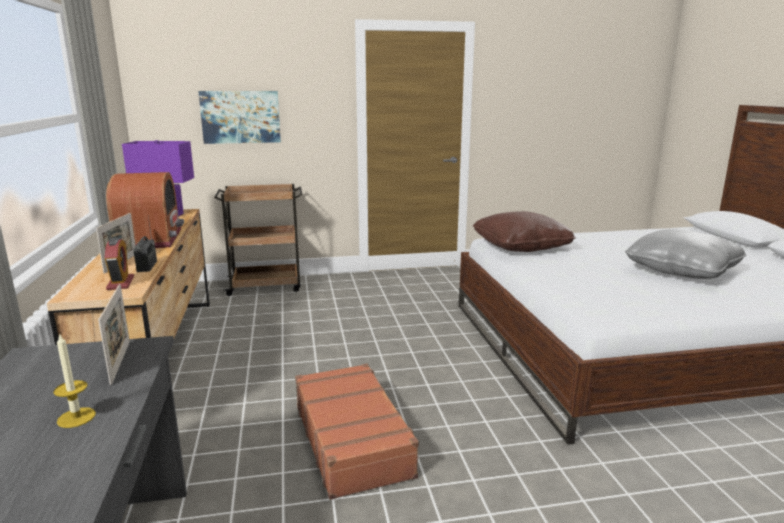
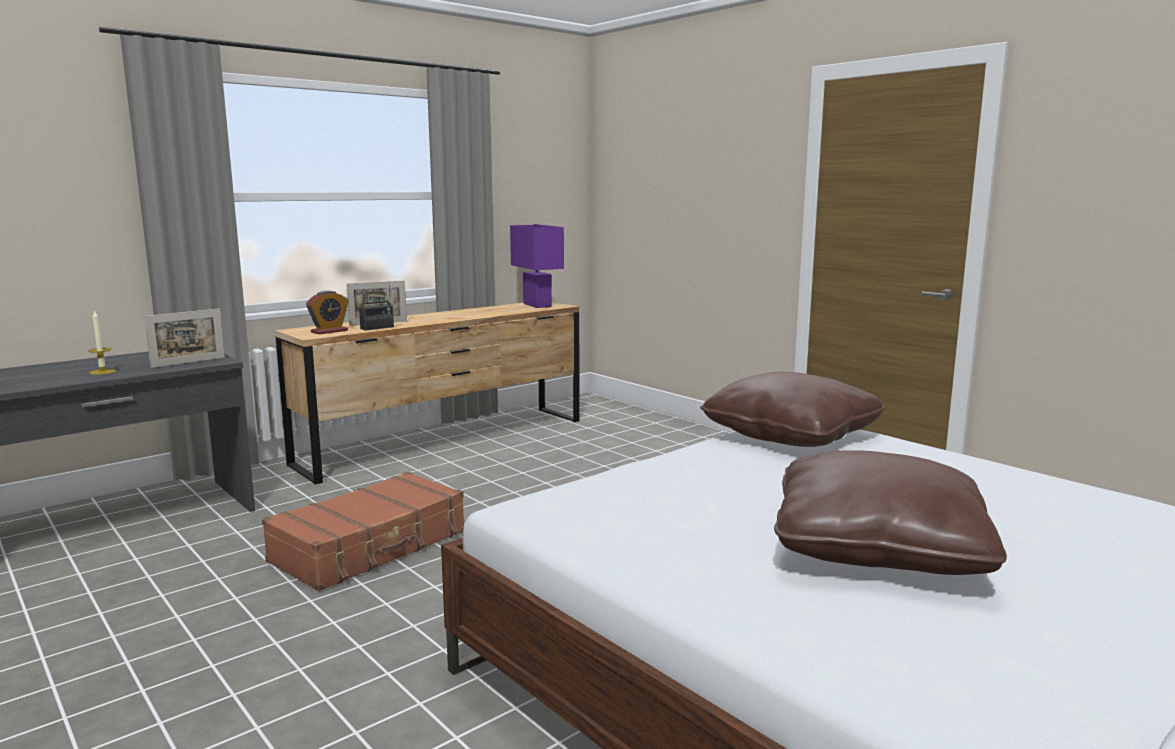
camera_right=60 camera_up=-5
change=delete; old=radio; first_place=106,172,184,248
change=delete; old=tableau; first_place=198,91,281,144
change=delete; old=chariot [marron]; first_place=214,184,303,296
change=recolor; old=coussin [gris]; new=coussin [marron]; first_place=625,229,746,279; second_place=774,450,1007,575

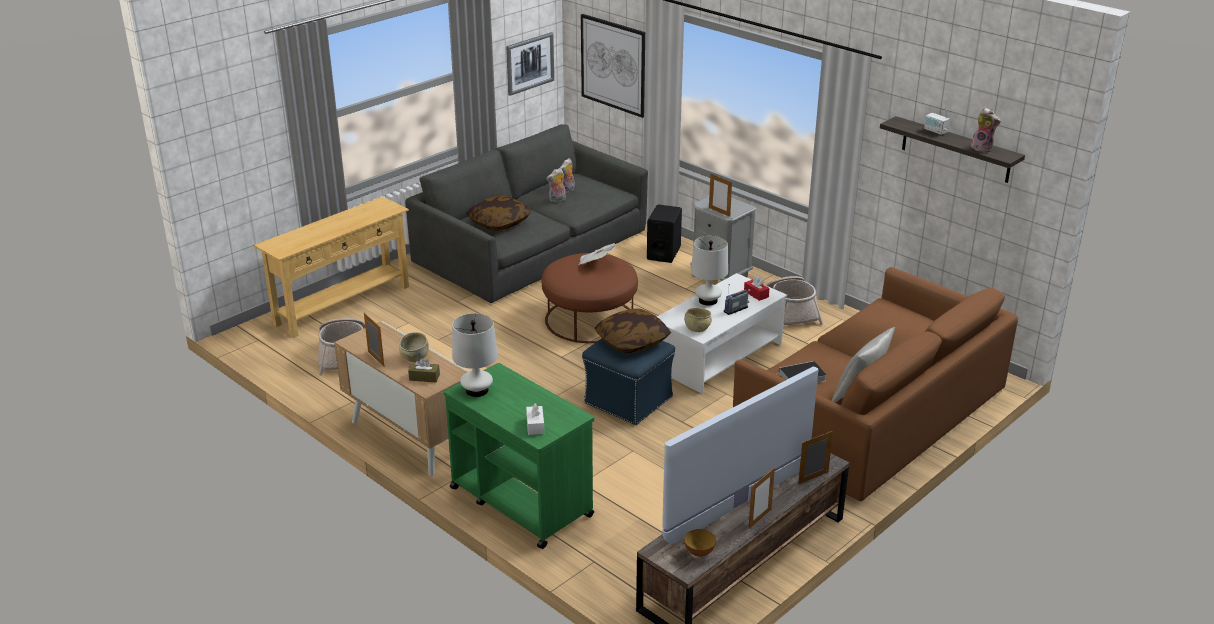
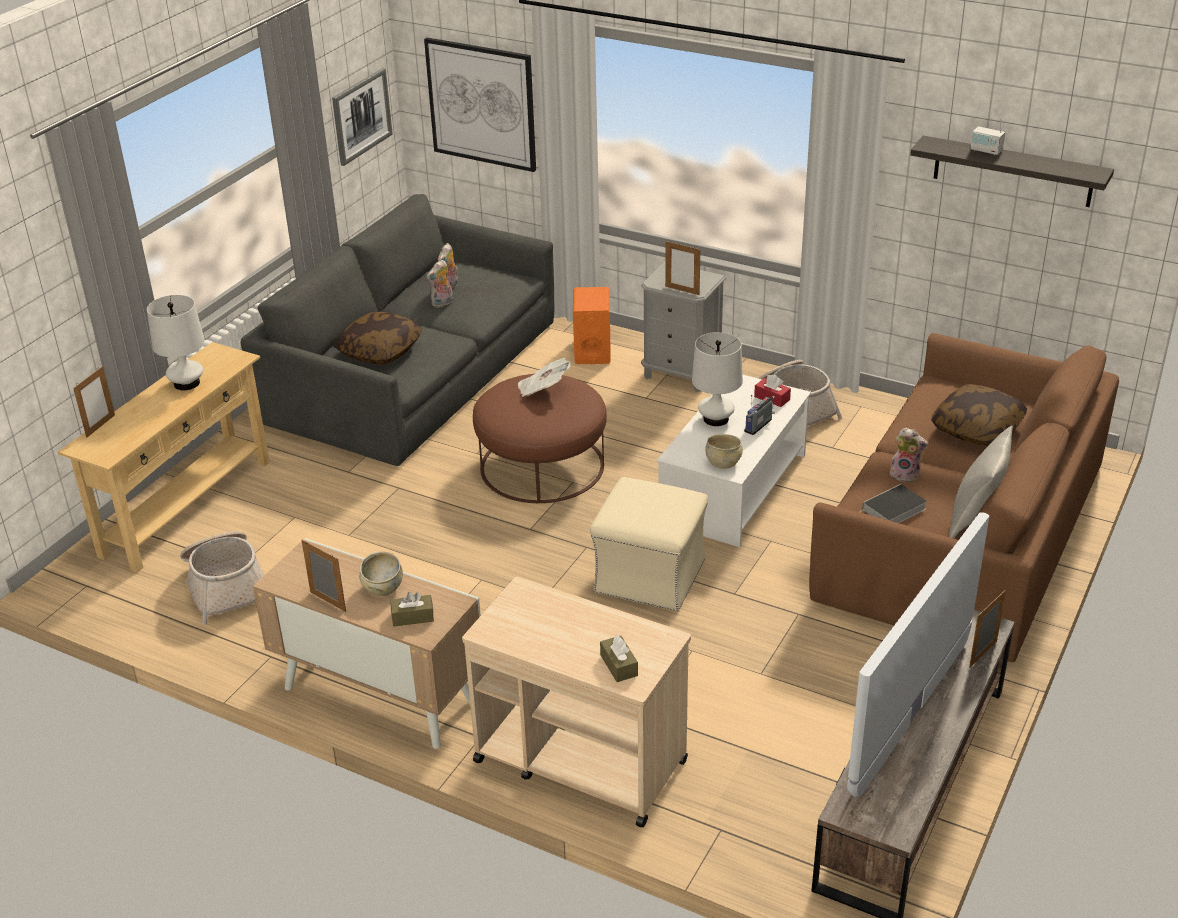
camera_right=-15 camera_up=5
change=recolor; old=chariot [vert]; new=chariot [beige]; first_place=444,363,594,549; second_place=462,576,691,827
change=move; old=lampe de table [blanc]; first_place=452,313,498,397; second_place=147,295,205,390
change=recolor; old=boîte à mouchoirs [blanc]; new=boîte à mouchoirs [marron]; first_place=526,403,544,435; second_place=600,635,638,682
change=recolor; old=pouf [bleu]; new=pouf [beige]; first_place=582,338,675,425; second_place=590,477,708,612
change=move; old=coussin; first_place=595,308,671,353; second_place=931,384,1027,446
change=recolor; old=enceinte [noir]; new=enceinte [orange]; first_place=647,204,682,263; second_place=573,287,611,364
change=delete; old=bol; first_place=684,529,716,557
change=move; old=cadre photo; first_place=748,467,775,529; second_place=73,366,115,438
change=move; old=peluche; first_place=971,107,1001,152; second_place=890,428,928,482

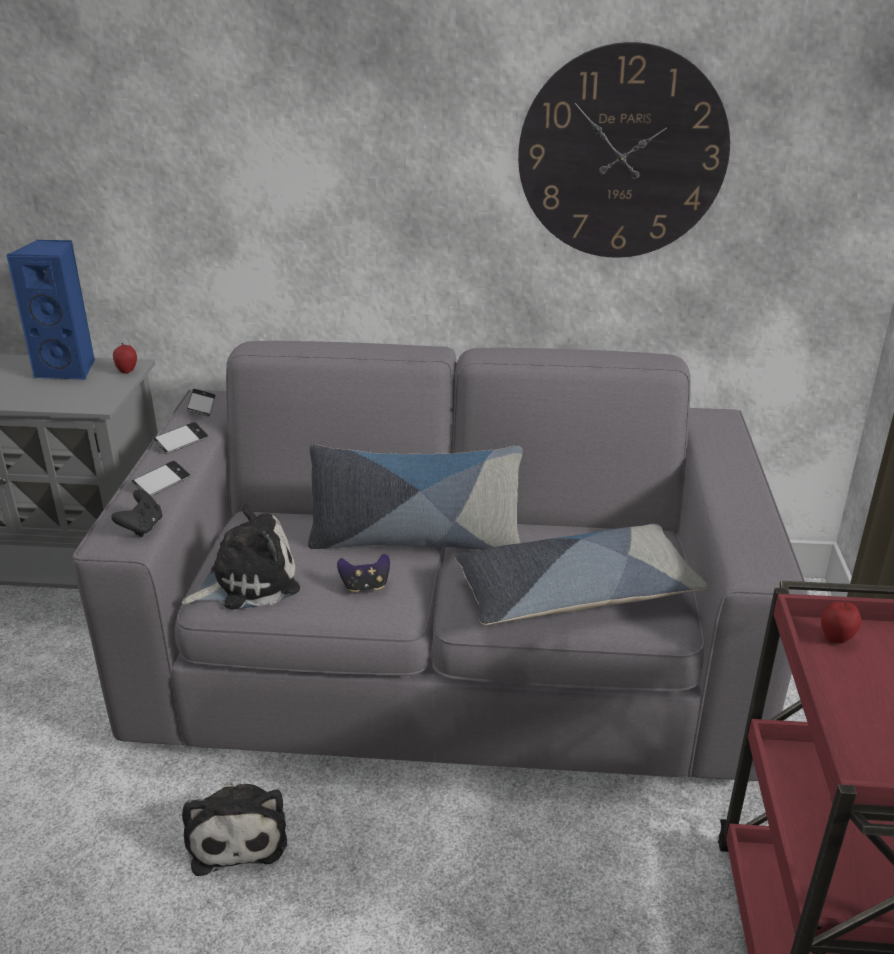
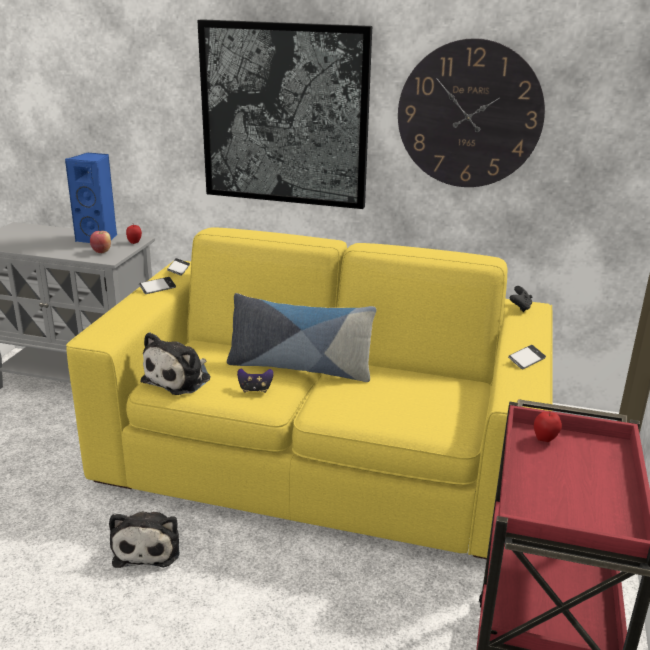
camera_right=10 camera_up=-5
change=recolor; old=canapé [gris]; new=canapé [jaune]; first_place=72,341,808,781; second_place=66,227,552,559
change=move; old=manette [noir]; first_place=111,490,162,537; second_place=510,286,532,312
change=move; old=téléphone; first_place=131,461,190,496; second_place=508,345,546,369
change=rotate; old=peluche; first_place=182,504,300,610; second_place=140,332,211,395; degrees=135
change=delete; old=coussin; first_place=455,524,708,625
change=insert; new=pomme; second_place=90,231,111,253
change=insert; new=tableau; second_place=197,19,372,209

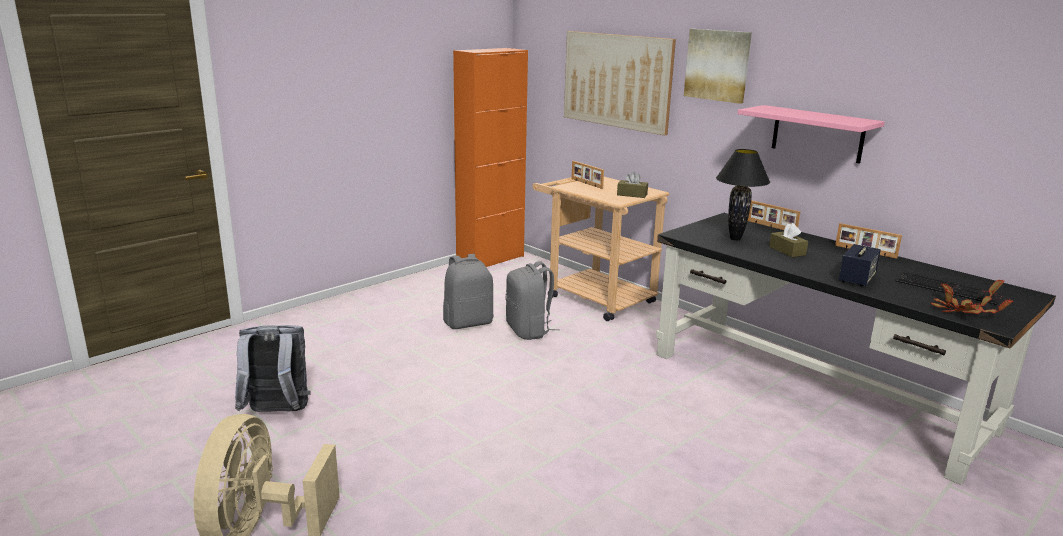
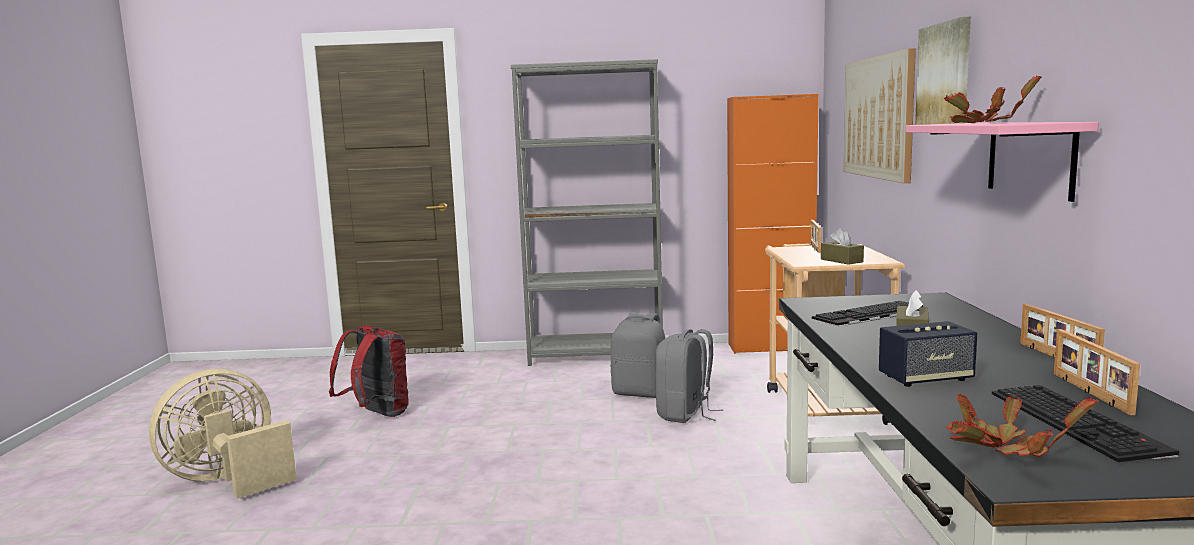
camera_right=45 camera_up=-10
change=recolor; old=sac à dos [gris]; new=sac à dos [rouge]; first_place=235,325,311,412; second_place=329,325,409,417
change=replace; old=lampe de table [noir]; new=clavier; first_place=716,149,770,240; second_place=812,301,923,327
change=move; old=cadre photo; first_place=748,200,800,230; second_place=1054,329,1140,415
change=insert; new=bibliothèque [gris]; second_place=511,59,663,366
change=insert; new=plante en pot; second_place=944,75,1042,123

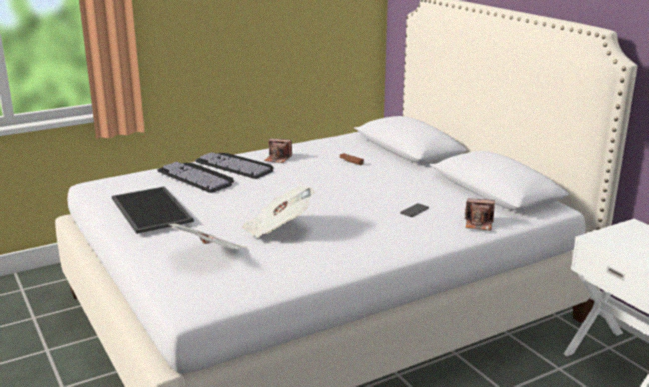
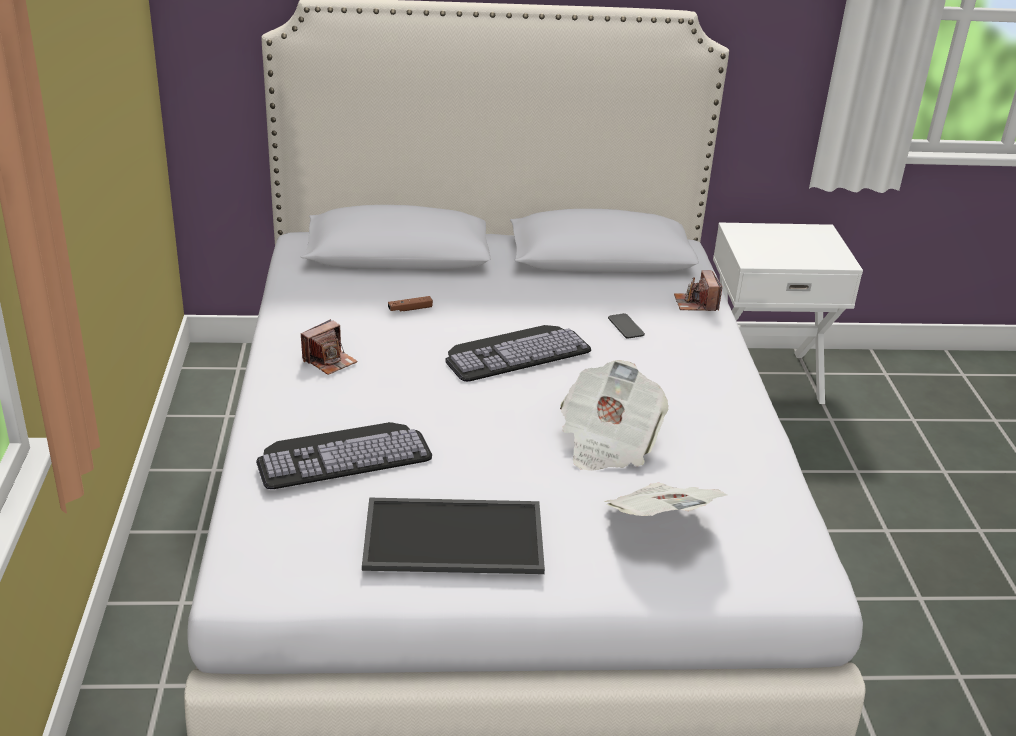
camera_right=-65 camera_up=10
change=move; old=clavier; first_place=195,152,274,179; second_place=445,325,591,382
change=rotate; old=appareil photo; first_place=465,199,495,231; second_place=674,270,722,311; degrees=135

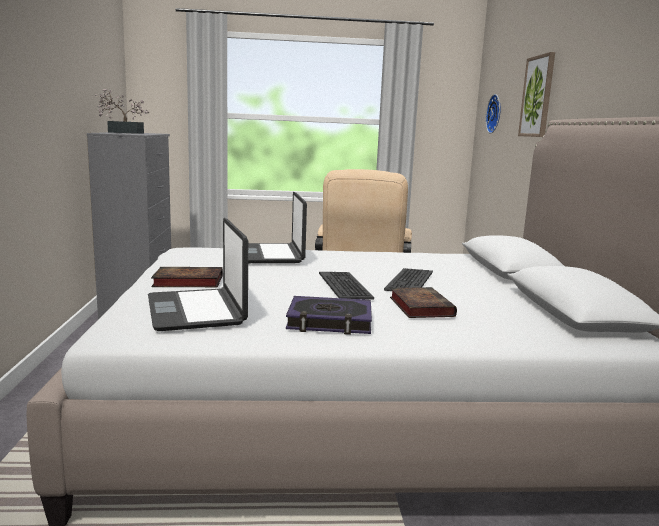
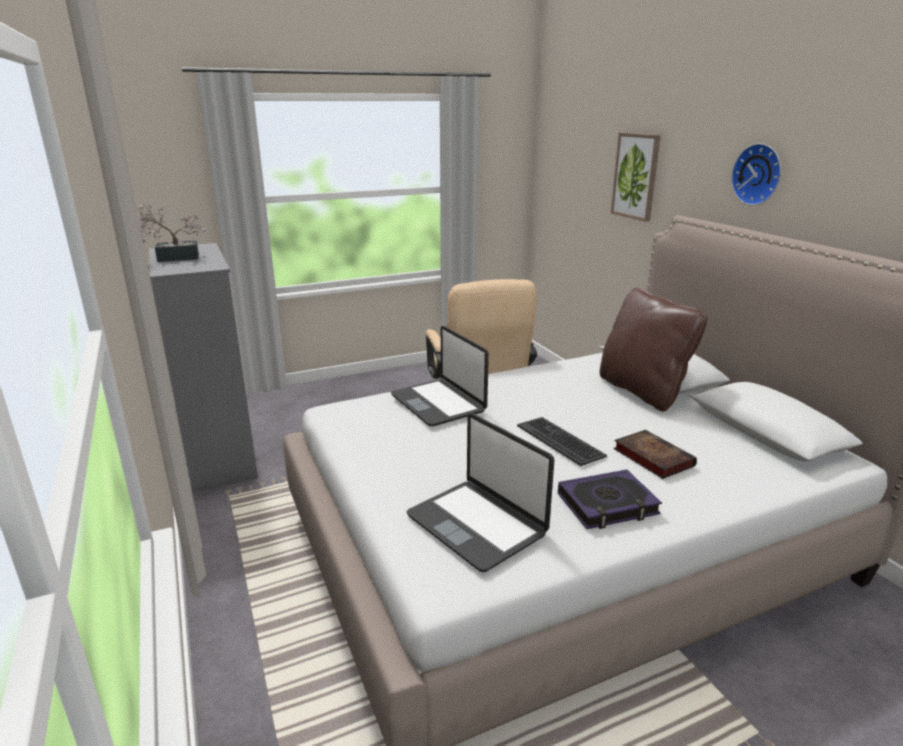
camera_right=-20 camera_up=10
change=delete; old=livre; first_place=151,267,223,287
change=delete; old=clavier; first_place=384,268,433,291
change=move; old=horloge murale; first_place=486,94,501,134; second_place=731,143,781,206
change=insert; new=coussin [marron]; second_place=600,287,707,411

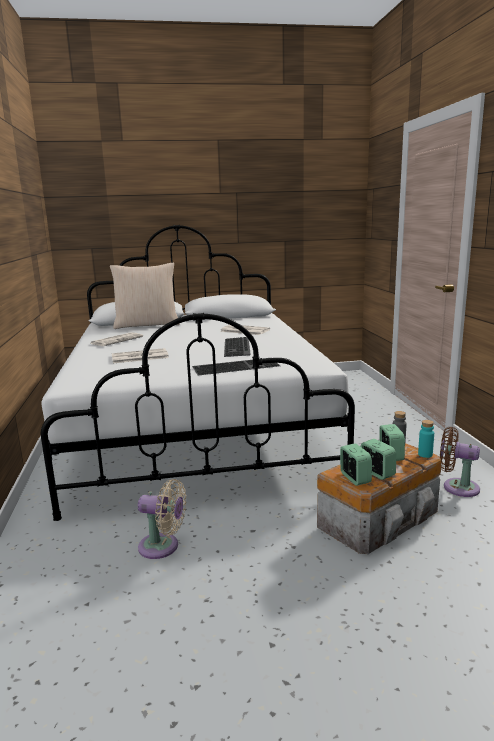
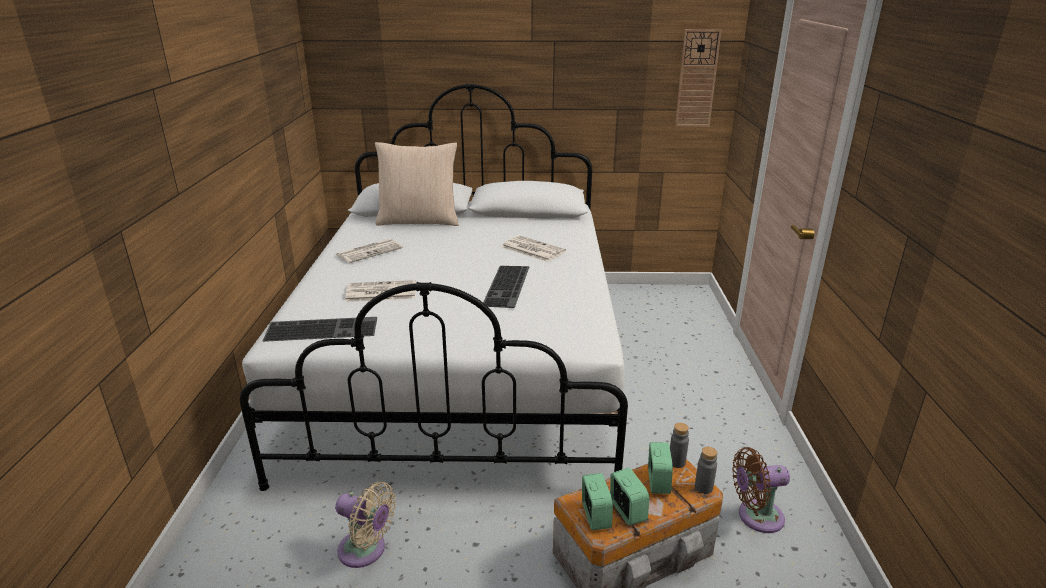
camera_right=10 camera_up=10
change=move; old=clavier; first_place=192,358,280,375; second_place=262,317,377,342
change=recolor; old=bouteille [turquoise]; new=bouteille [gris]; first_place=418,420,434,458; second_place=695,447,717,494
change=rotate; old=ventilateur [marron]; first_place=440,427,480,497; second_place=732,447,790,533; degrees=-45
change=insert; new=horloge murale; second_place=675,29,721,127

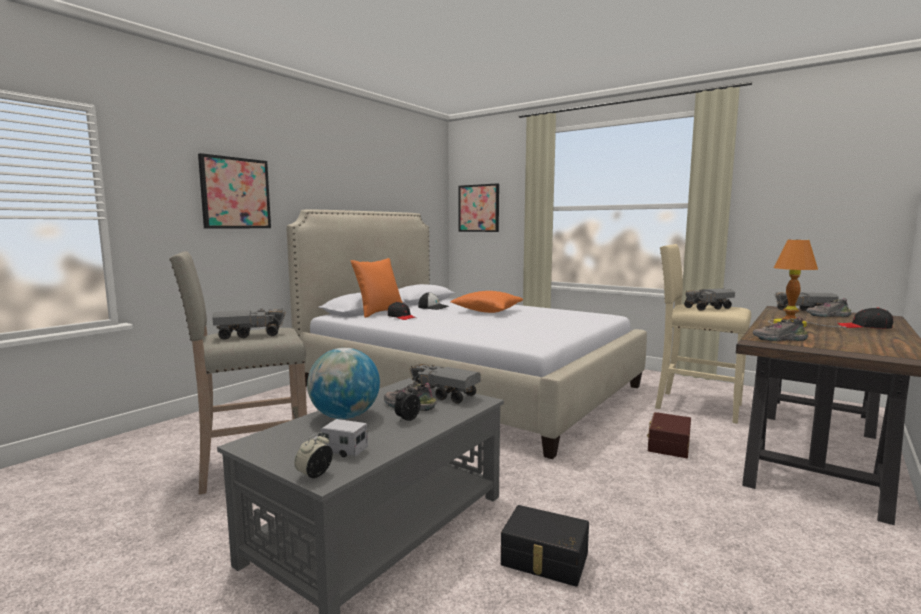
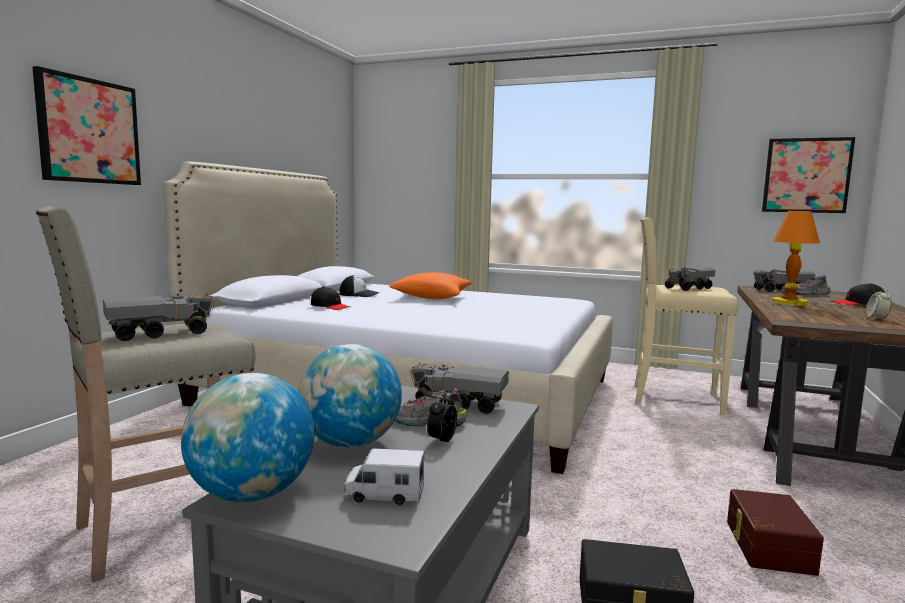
camera_right=-15 camera_up=0
change=move; old=réveil; first_place=294,432,333,478; second_place=866,288,892,320
change=delete; old=coussin [orange]; first_place=351,258,403,318
change=move; old=tableau; first_place=459,183,499,232; second_place=762,137,855,213
change=move; old=boîte de rangement [marron]; first_place=647,412,691,458; second_place=727,489,824,576
change=delete; old=chaussure; first_place=753,317,808,341
change=insert; new=globe; second_place=181,373,315,502

